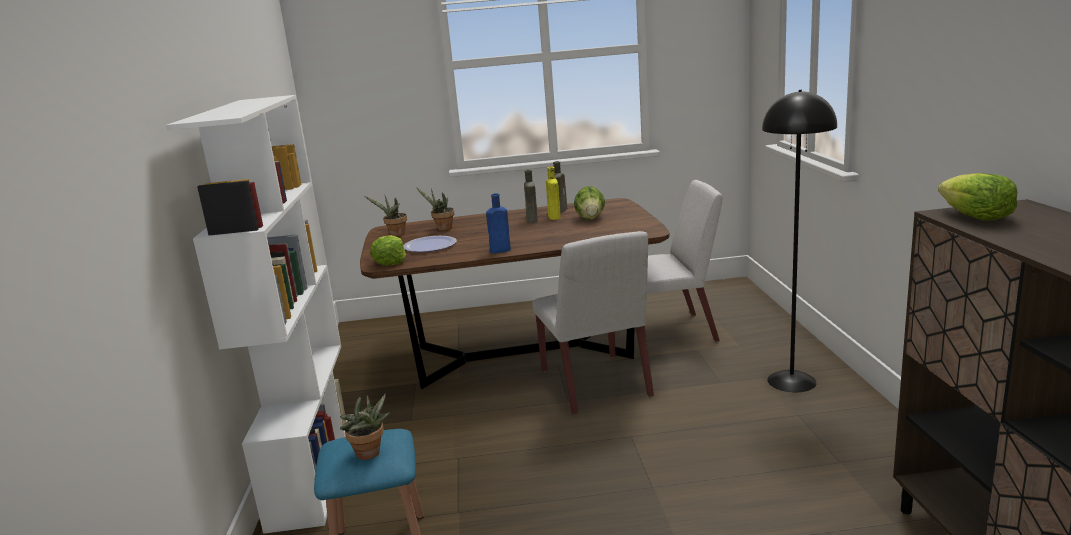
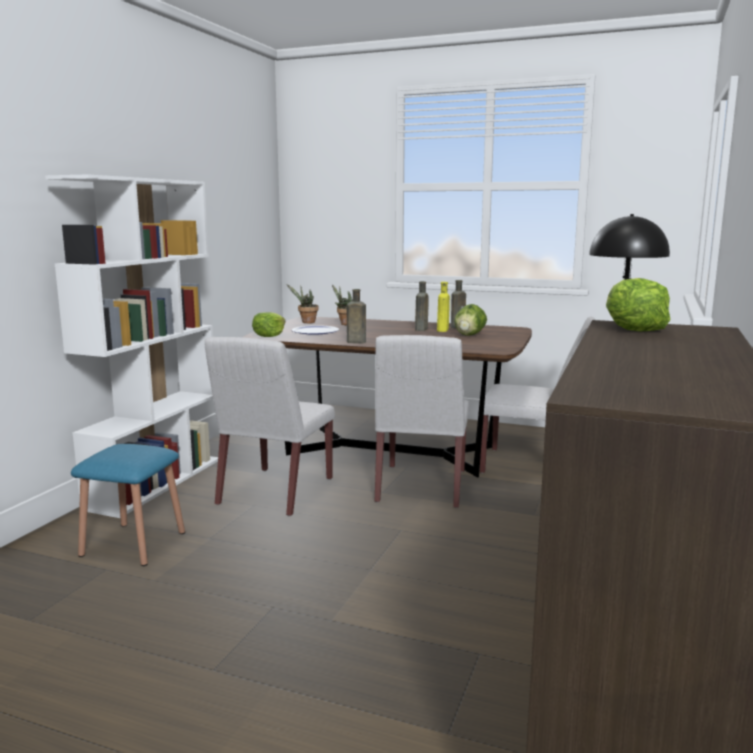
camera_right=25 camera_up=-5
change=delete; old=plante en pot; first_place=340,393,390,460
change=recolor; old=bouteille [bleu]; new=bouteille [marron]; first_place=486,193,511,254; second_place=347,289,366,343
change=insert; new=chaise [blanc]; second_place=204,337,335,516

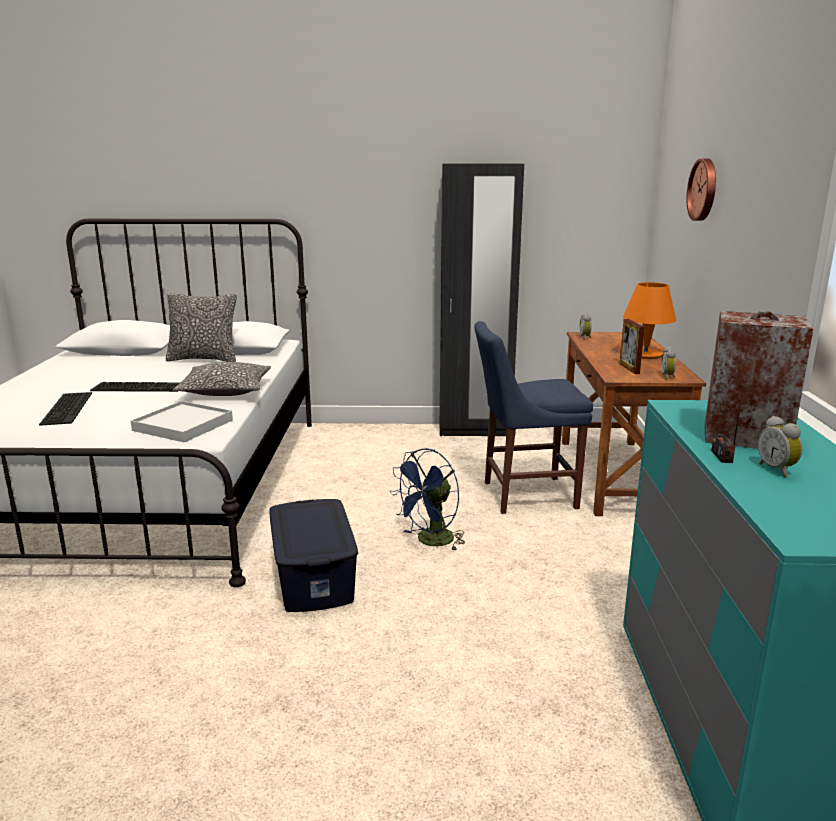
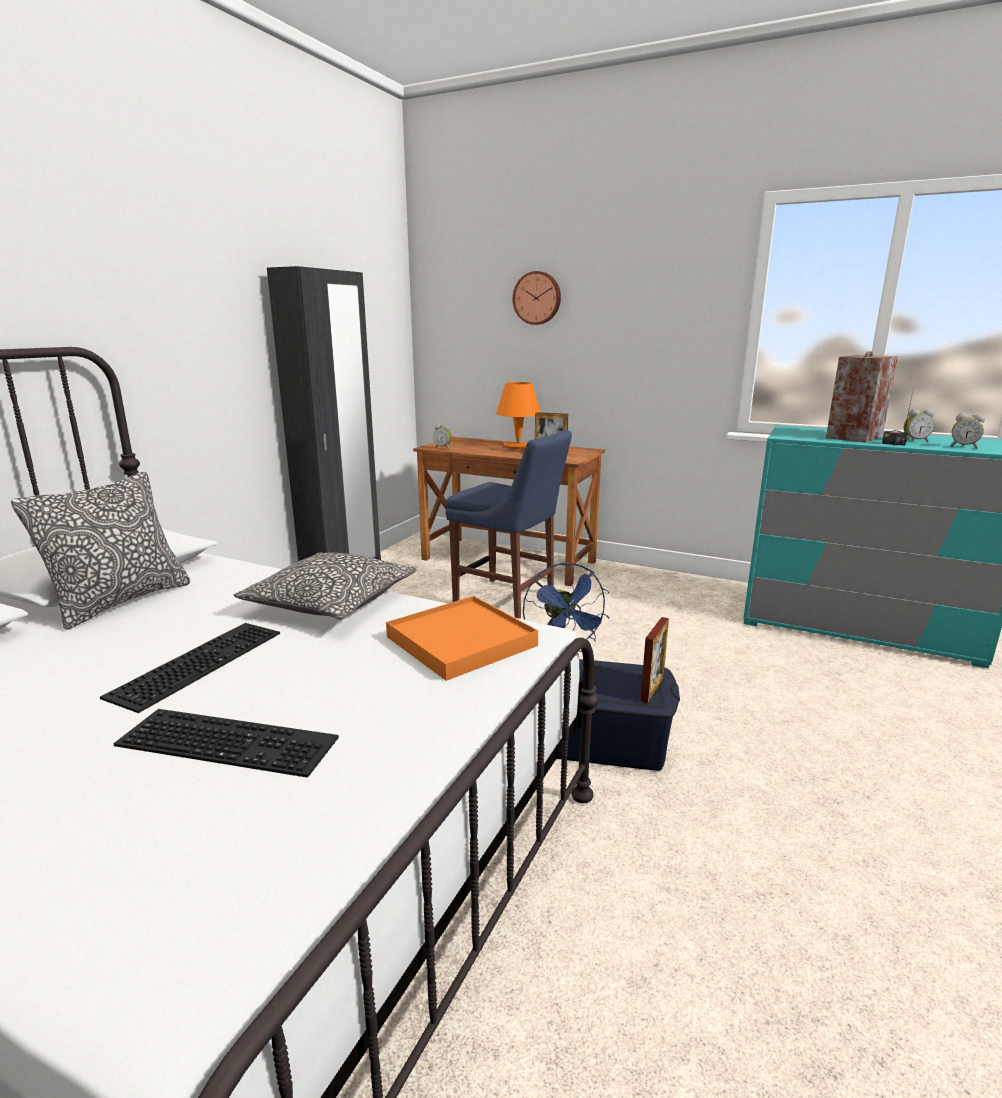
camera_right=-65 camera_up=0
change=recolor; old=plateau [blanc]; new=plateau [orange]; first_place=131,401,233,442; second_place=386,596,538,681
change=rotate; old=chaise [bleu]; first_place=474,321,593,514; second_place=446,430,572,619; degrees=-75
change=move; old=réveil; first_place=661,347,676,380; second_place=950,413,985,449
change=insert; new=cadre photo; second_place=640,617,669,703

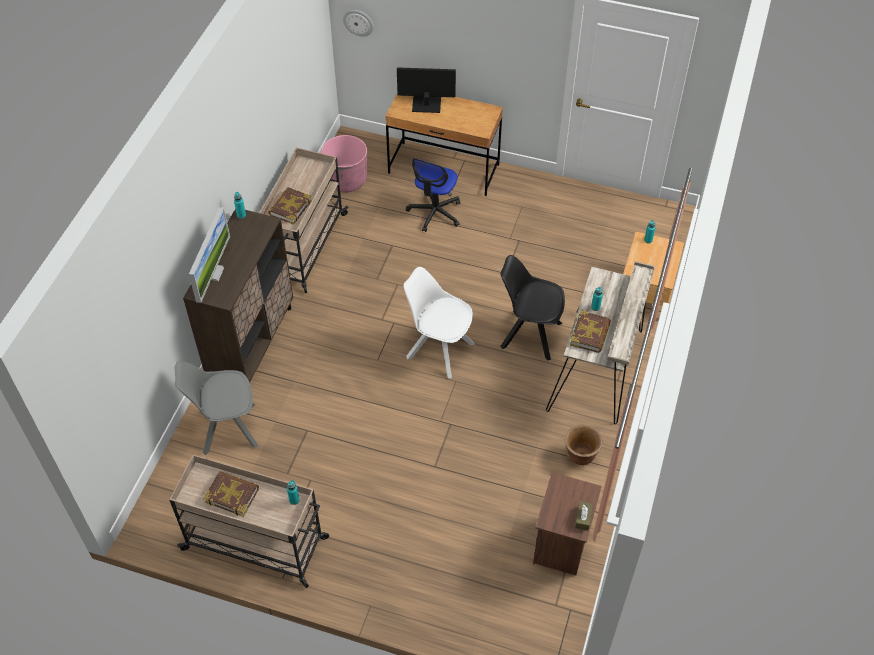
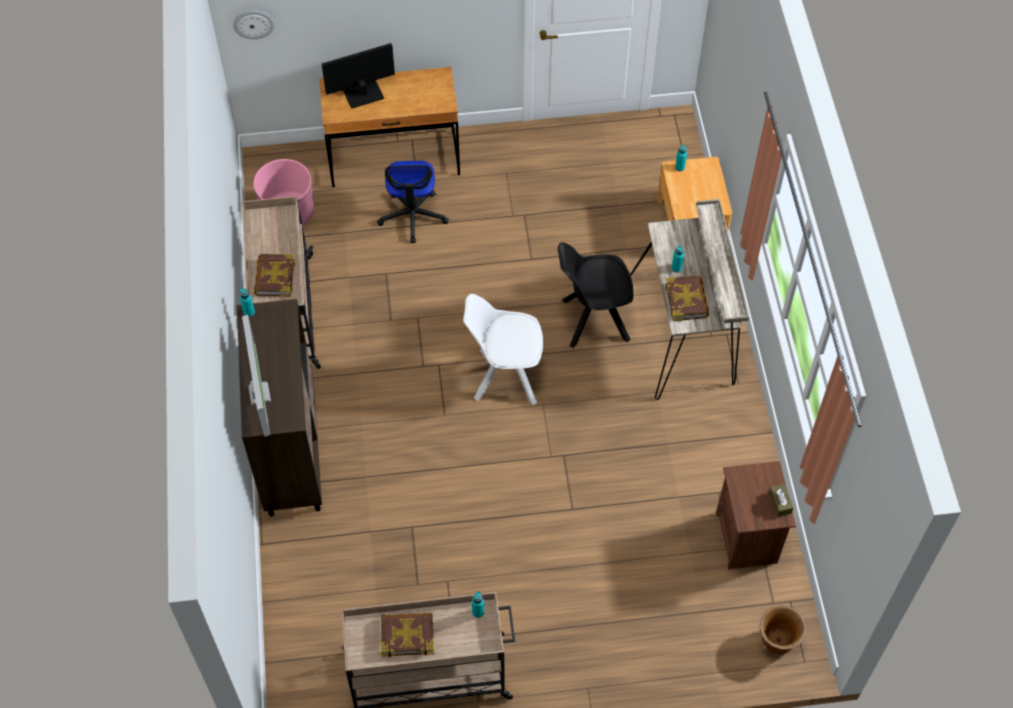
camera_right=-25 camera_up=5
change=delete; old=chaise [gris]; first_place=175,361,259,455
change=move; old=cache-pot [marron]; first_place=565,425,603,465; second_place=760,605,806,654

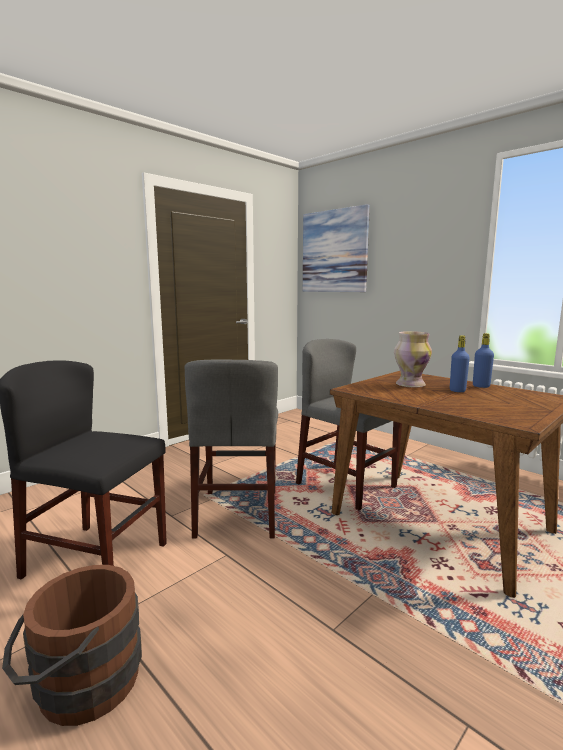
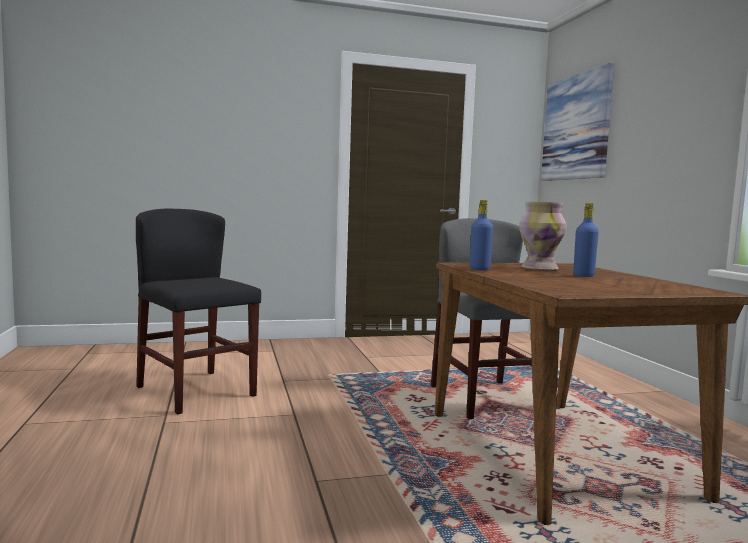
camera_right=30 camera_up=-5
change=delete; old=seau [marron]; first_place=2,565,142,726
change=delete; old=chaise [gris]; first_place=185,359,278,538
change=move; old=bouteille [bleu]; first_place=473,333,494,388; second_place=470,200,493,270

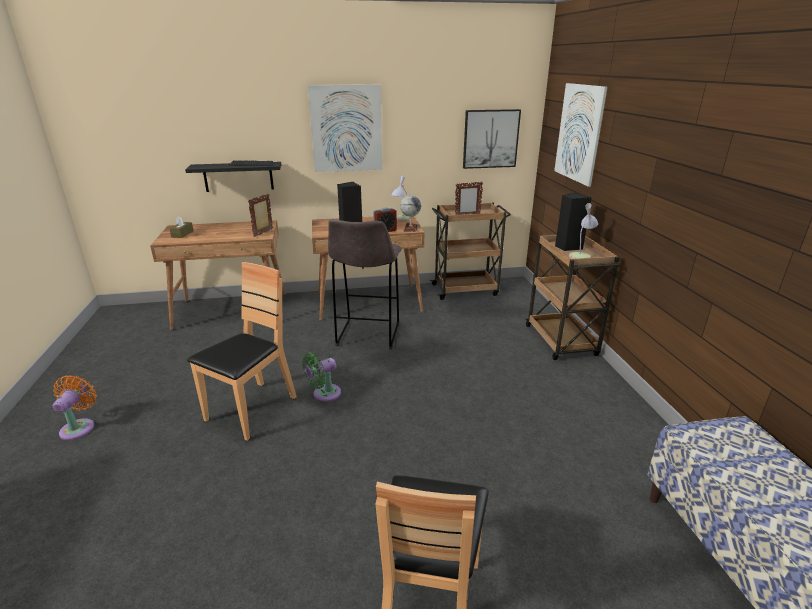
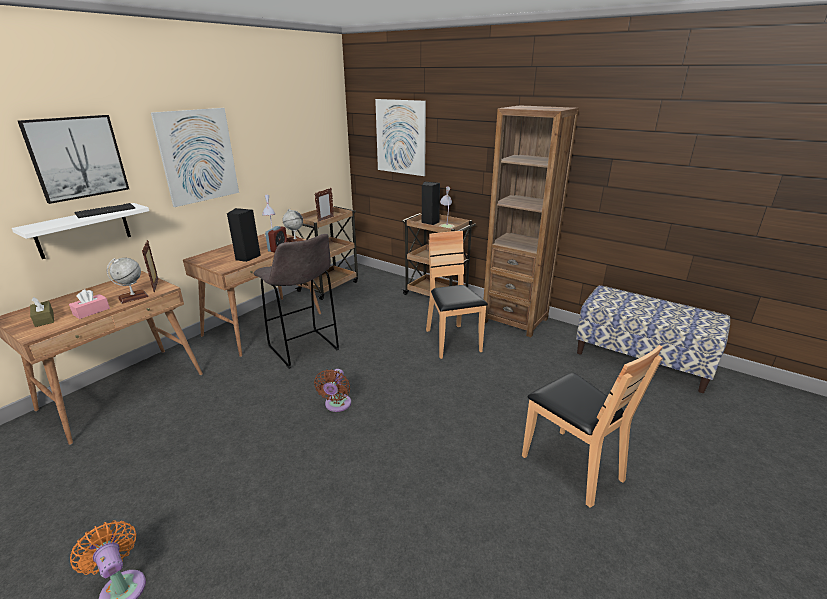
camera_right=-45 camera_up=0
change=recolor; old=étagère [noir]; new=étagère [blanc]; first_place=185,162,281,192; second_place=12,203,149,259
change=move; old=chaise [marron]; first_place=187,262,297,441; second_place=426,231,488,359
change=recolor; old=ventilateur [vert]; new=ventilateur [marron]; first_place=302,352,341,402; second_place=314,369,351,412
change=move; old=tableau; first_place=463,109,521,169; second_place=18,115,129,204
change=insert; new=boîte à mouchoirs [rose]; second_place=69,289,110,319
change=insert; new=globe; second_place=107,258,149,304
change=insert; new=bibliothèque [marron]; second_place=484,105,579,337

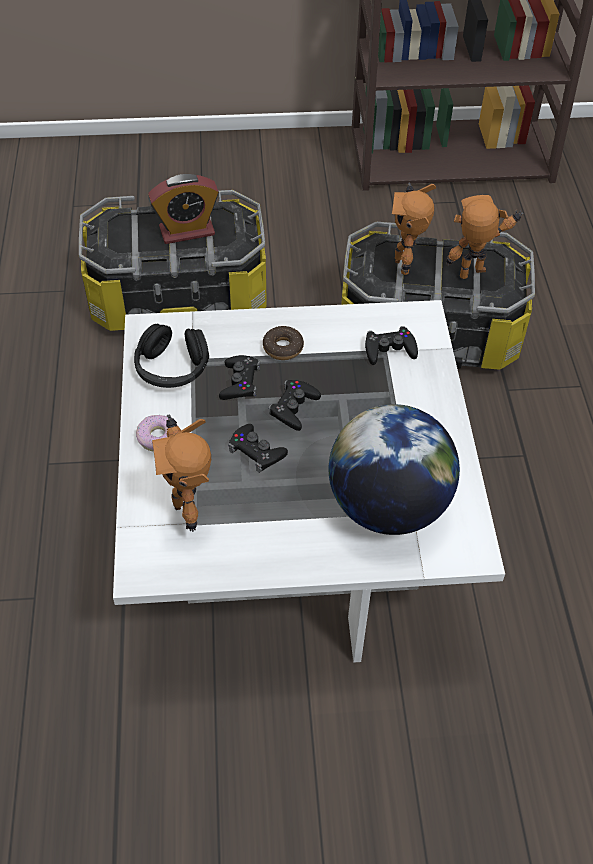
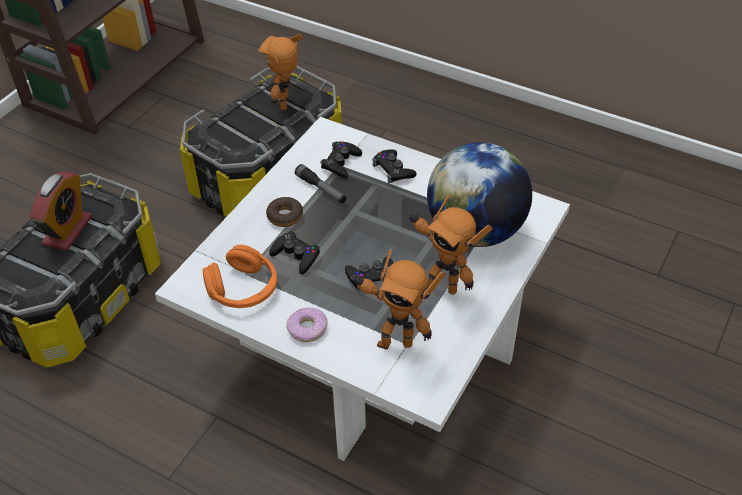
camera_right=-55 camera_up=-5
change=recolor; old=casque audio [noir]; new=casque audio [orange]; first_place=134,324,209,388; second_place=203,245,277,308
change=move; old=manette [noir]; first_place=268,380,321,431; second_place=372,149,416,184
change=move; old=robot jouet; first_place=392,182,436,275; second_place=407,194,493,295
change=insert; new=lampe de poche; second_place=295,164,346,203

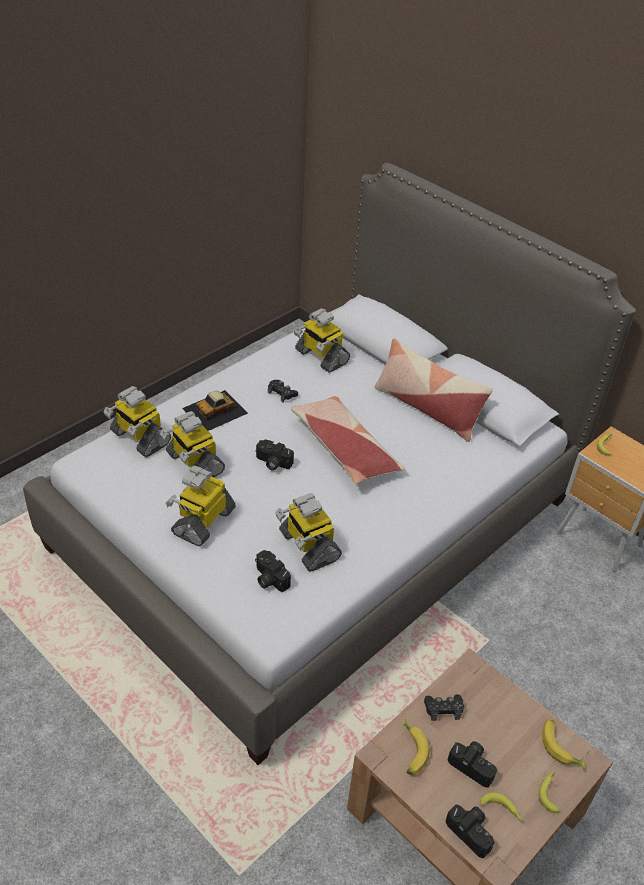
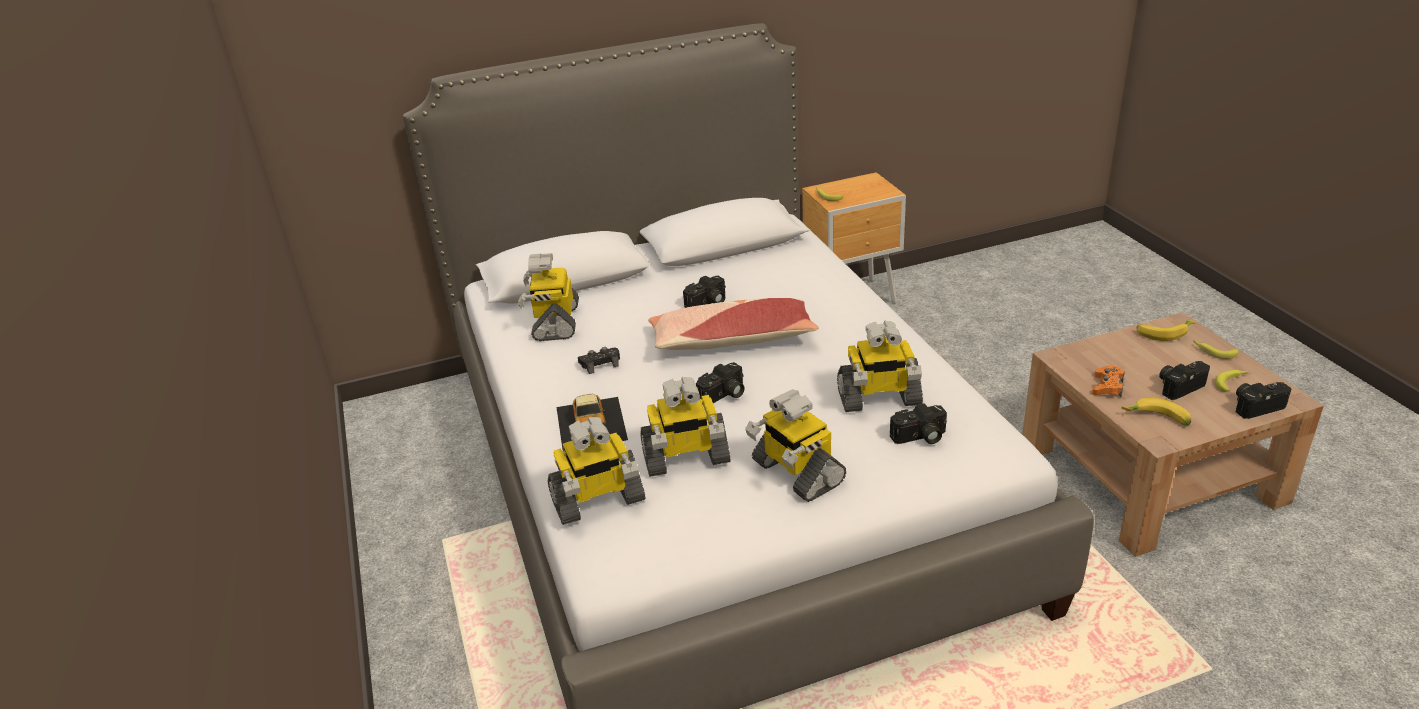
camera_right=-60 camera_up=-10
change=rotate; old=robot jouet; first_place=294,308,350,373; second_place=518,253,579,341; degrees=105
change=delete; old=coussin; first_place=375,339,493,442
change=recolor; old=manette [noir]; new=manette [orange]; first_place=424,694,464,721; second_place=1092,366,1125,397
change=insert; new=appareil photo; second_place=683,276,726,308

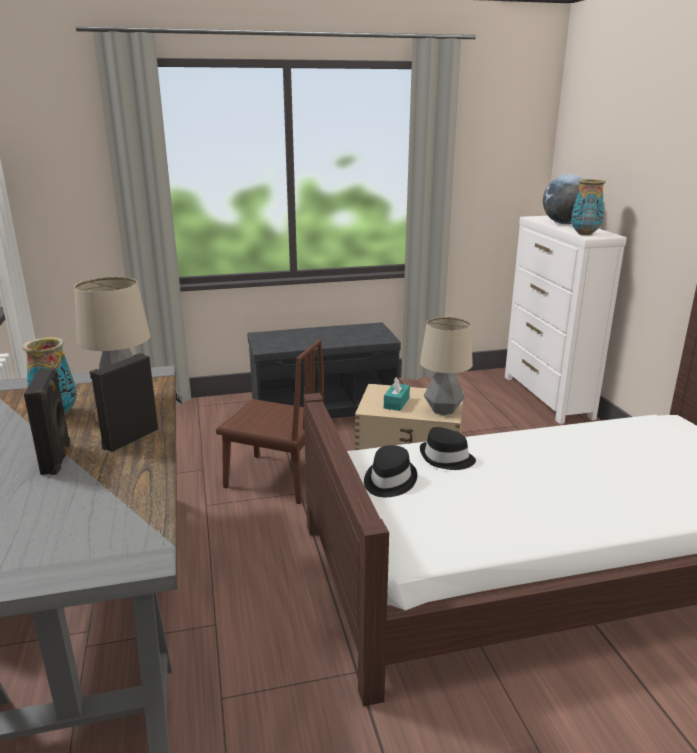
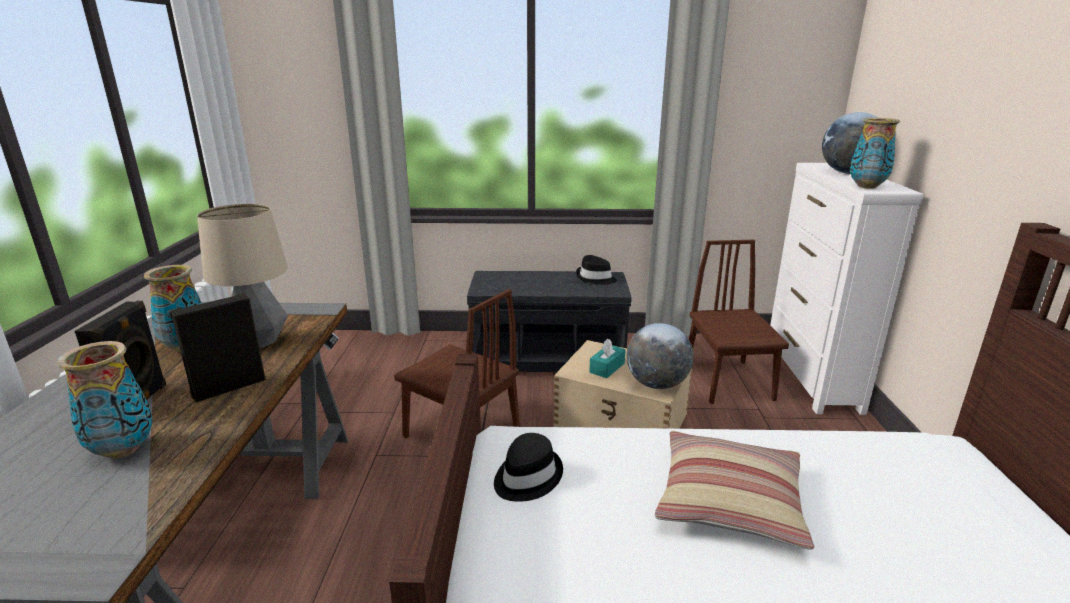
camera_right=15 camera_up=0
change=replace; old=lampe de table; new=globe; first_place=420,317,473,415; second_place=626,323,694,389
change=move; old=chapeau [noir]; first_place=420,427,476,470; second_place=576,255,617,285
change=insert; new=vase; second_place=57,341,152,458
change=insert; new=coussin; second_place=655,431,814,550
change=insert; new=chaise [marron]; second_place=689,240,789,404

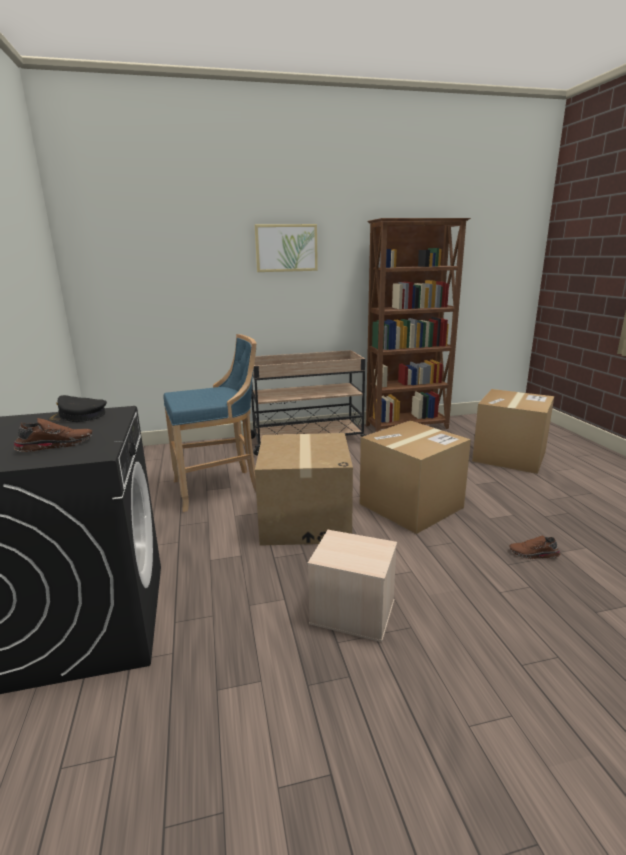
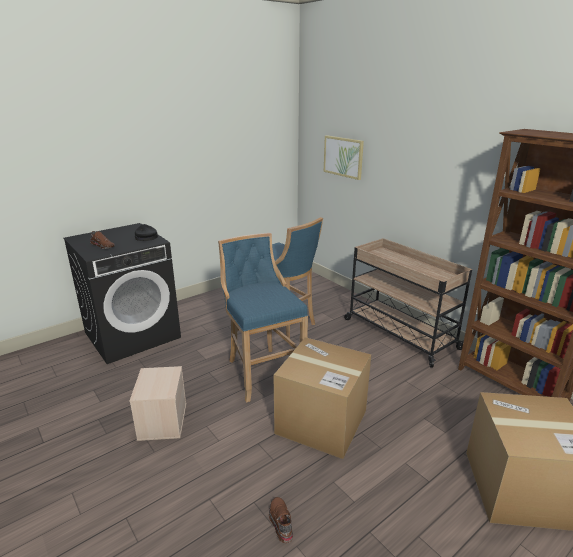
camera_right=65 camera_up=5
change=move; old=tableau; first_place=255,224,318,272; second_place=324,135,364,180
change=replace; old=carton; new=tabouret [bleu]; first_place=255,433,353,546; second_place=218,233,308,403

